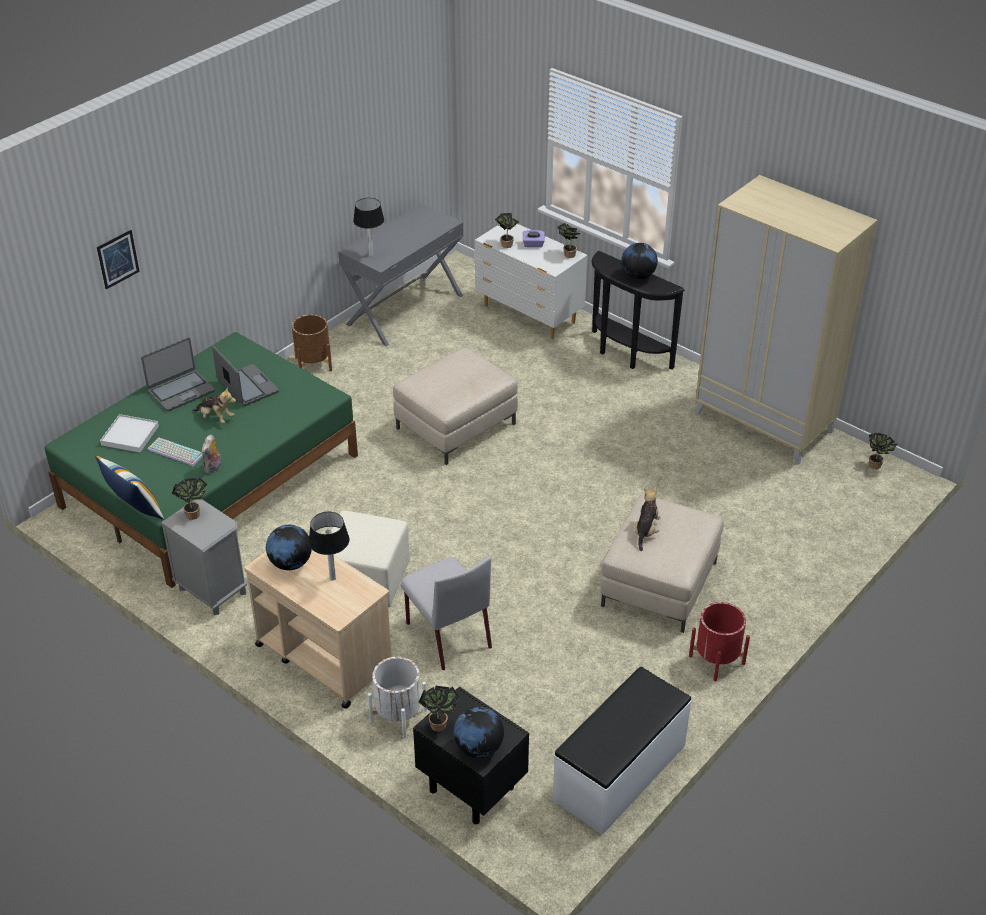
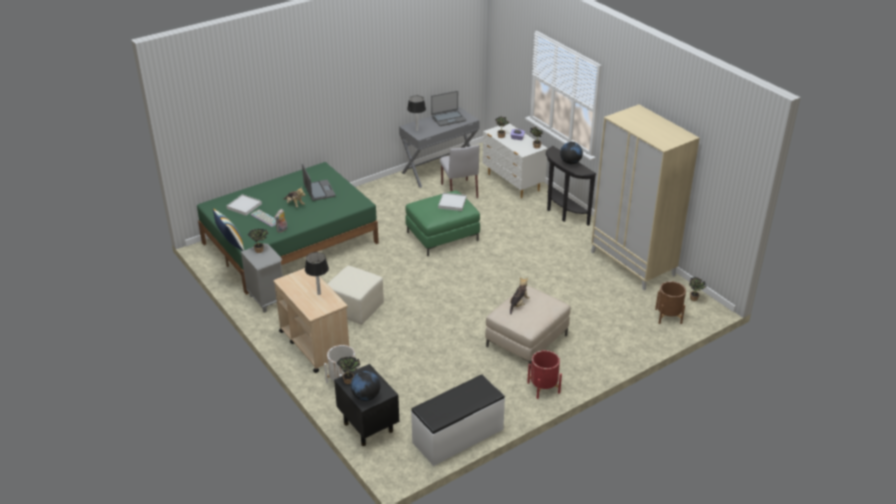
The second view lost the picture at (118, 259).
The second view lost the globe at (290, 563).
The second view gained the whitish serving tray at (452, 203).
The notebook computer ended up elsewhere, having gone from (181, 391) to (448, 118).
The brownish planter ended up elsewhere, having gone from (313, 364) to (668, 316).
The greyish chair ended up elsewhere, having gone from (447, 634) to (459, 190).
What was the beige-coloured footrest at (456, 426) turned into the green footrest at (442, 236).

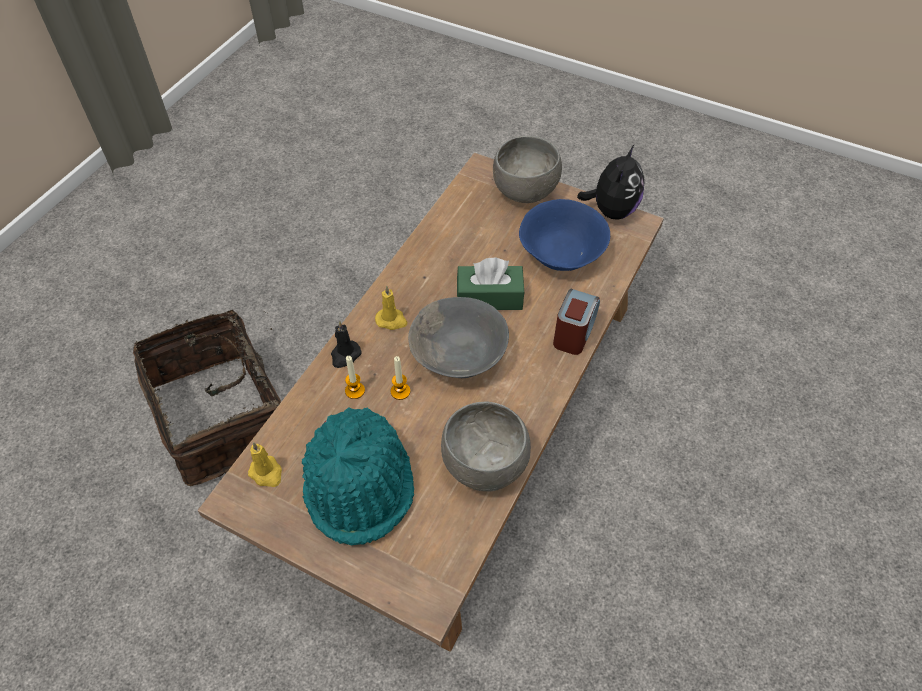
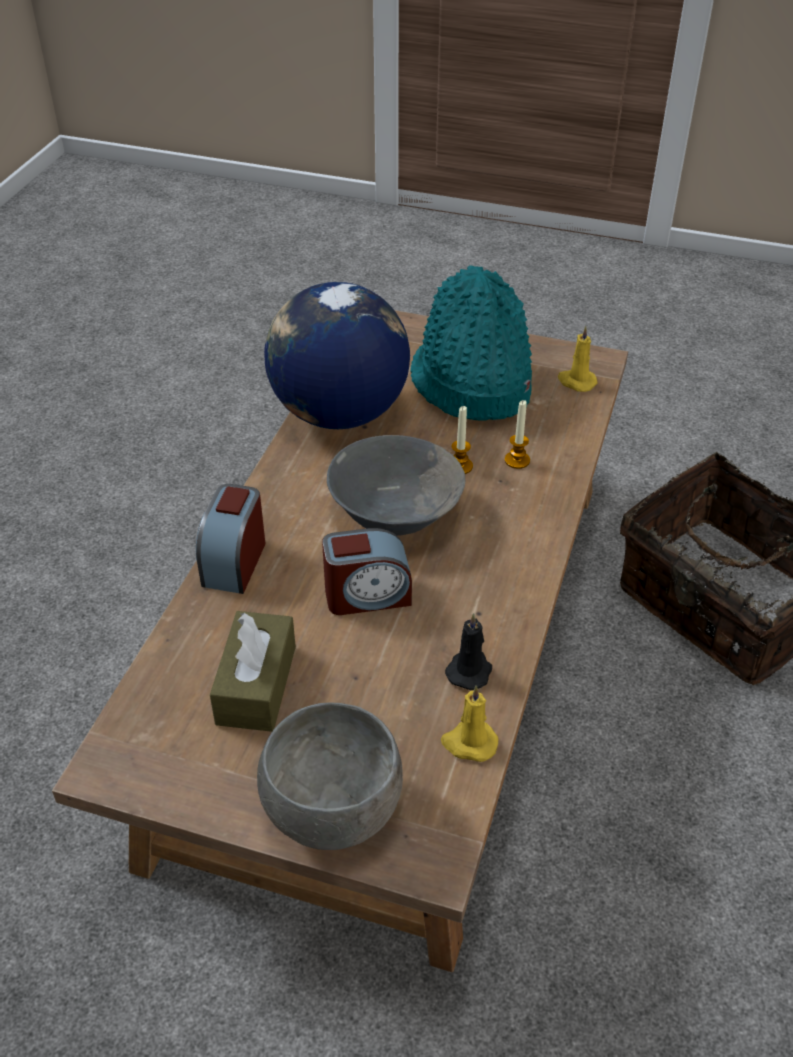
The second view lost the cuddly toy at (611, 210).
The black wax light ended up elsewhere, having gone from (345, 355) to (470, 670).
The yellow-coloured wax light ended up elsewhere, having gone from (391, 320) to (469, 743).
Where the greyish serving bowl stood at (485, 464), the globe came to stand at (338, 414).
Where the green tissue holder stood at (489, 297), the alarm clock came to stand at (367, 595).
Where the blue serving bowl stood at (560, 253), the brownish tissue holder came to stand at (256, 685).

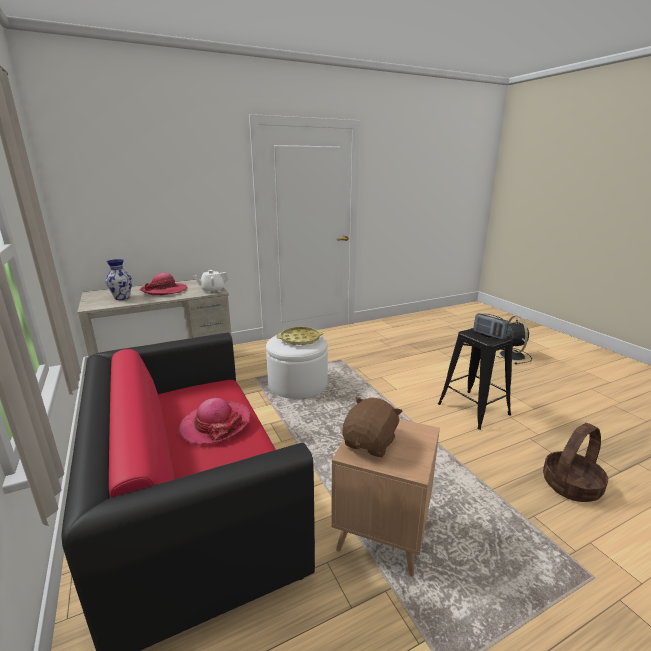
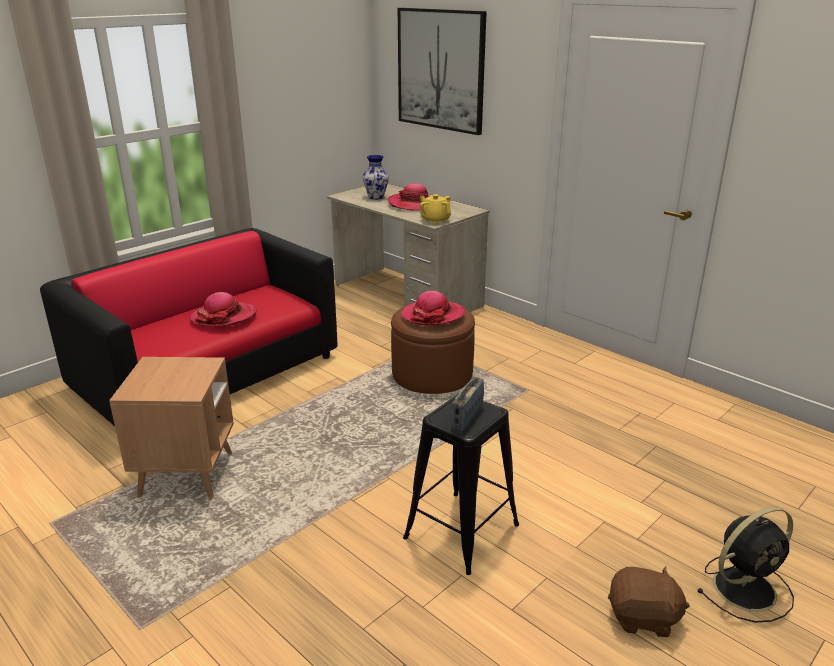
The second view lost the household basket at (571, 486).
The second view gained the picture at (441, 70).
The brownish cuddly toy ended up elsewhere, having gone from (370, 443) to (643, 618).
Where the yellow-coloured serving tray stood at (300, 339), the clothing hat came to stand at (433, 315).
What was the whitish pot for tea at (212, 290) turned into the yellow-coloured pot for tea at (435, 220).
What was the whitish footrest at (298, 384) turned into the brownish footrest at (432, 374).

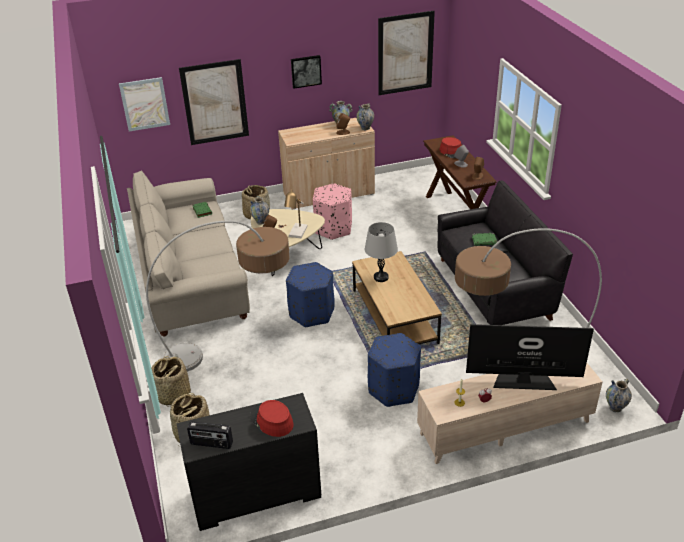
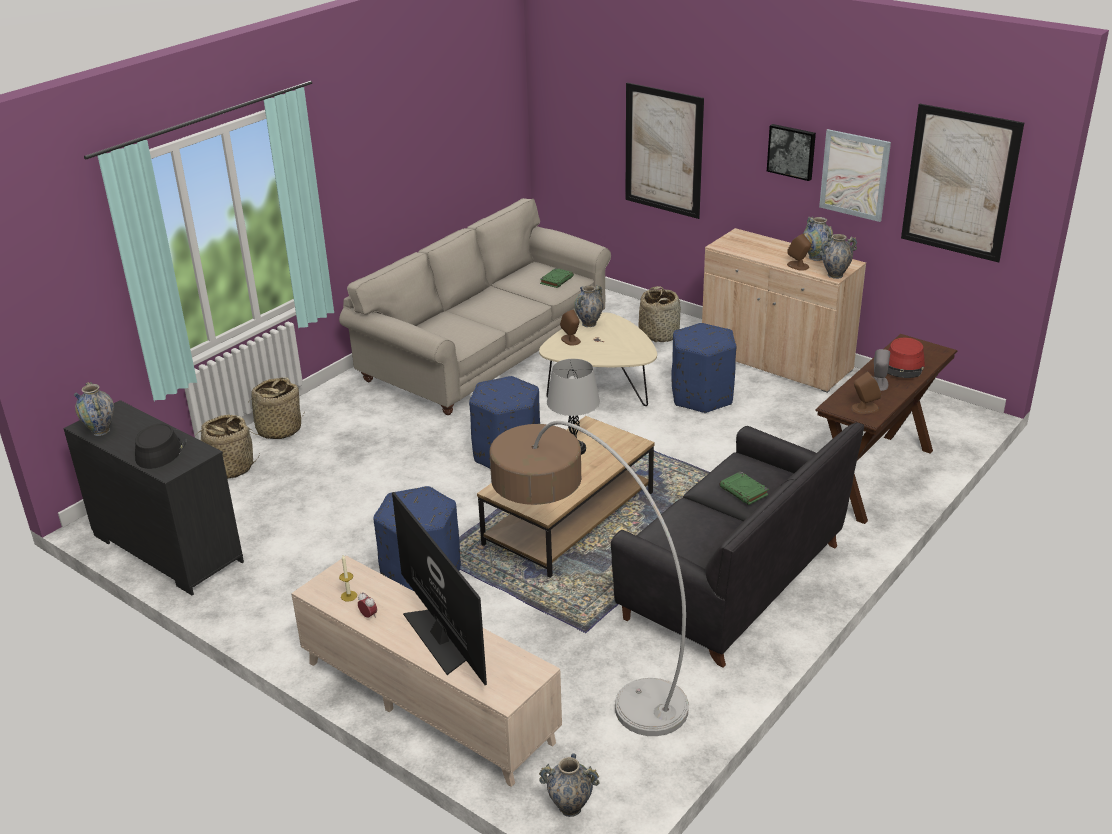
The second view lost the standing lamp at (236, 347).
The second view lost the table lamp at (297, 233).
The picture ended up elsewhere, having gone from (145, 104) to (854, 175).
Where the radio receiver stood at (211, 444), the vase came to stand at (100, 431).
What was the red clothing hat at (271, 420) turned into the black clothing hat at (160, 450).
What was the pink footrest at (333, 228) turned into the blue footrest at (702, 397).

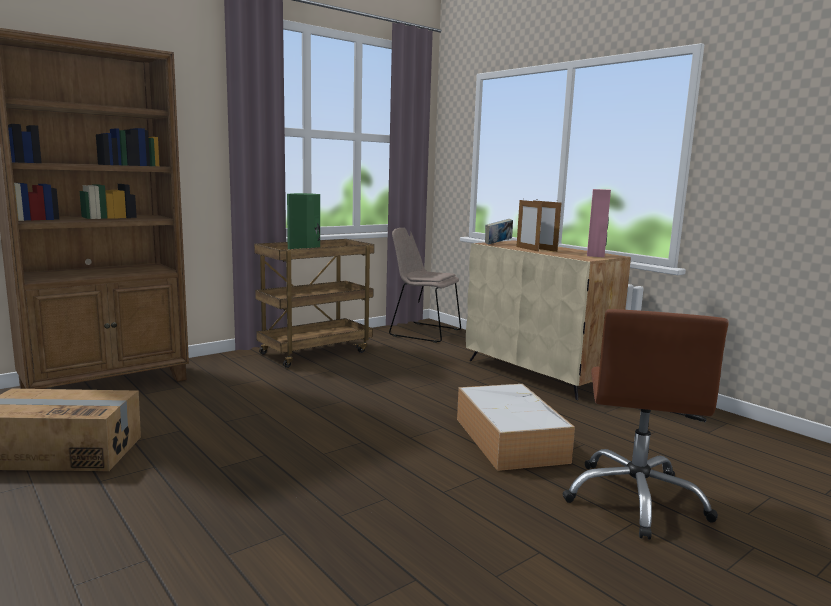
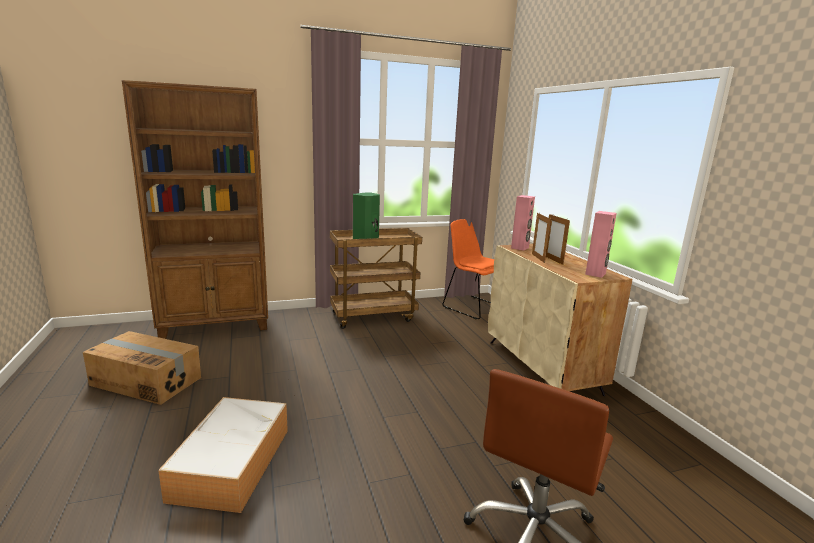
The storage box ended up elsewhere, having gone from (508, 439) to (232, 461).
Where the book stood at (498, 244), the pink audio speaker came to stand at (520, 248).
What was the beige-coloured chair at (423, 332) turned into the orange-coloured chair at (472, 307).

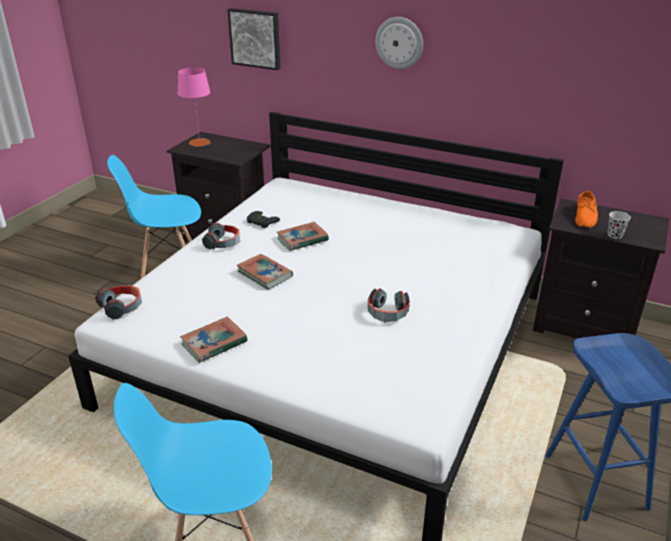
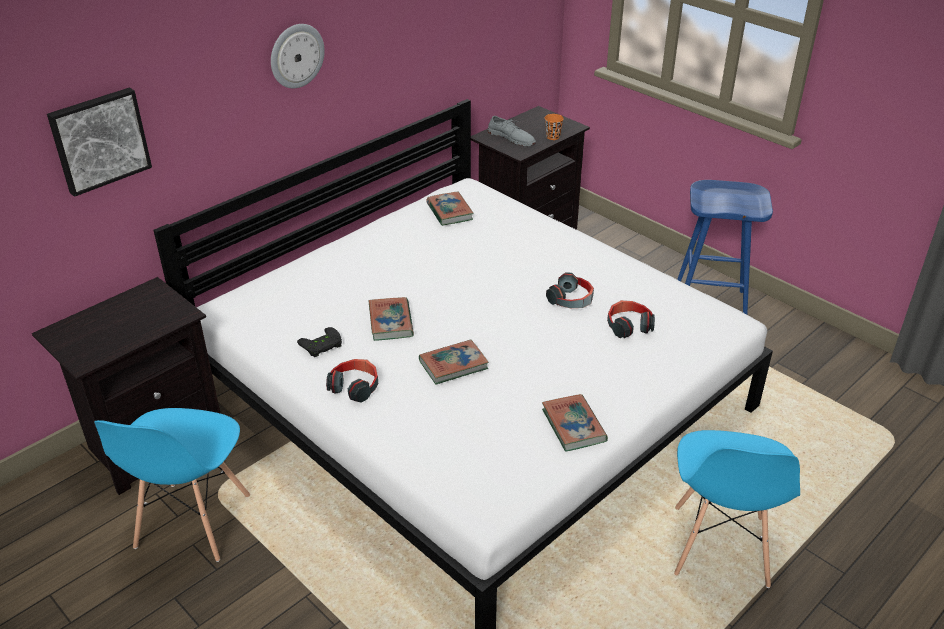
The second view lost the pink table lamp at (199, 142).
The second view gained the book at (449, 212).
The headphones ended up elsewhere, having gone from (122, 307) to (628, 326).
What was the orange-coloured shoe at (585, 216) turned into the greyish shoe at (511, 137).
What was the black drinking cup at (614, 235) turned into the orange-coloured drinking cup at (553, 137).

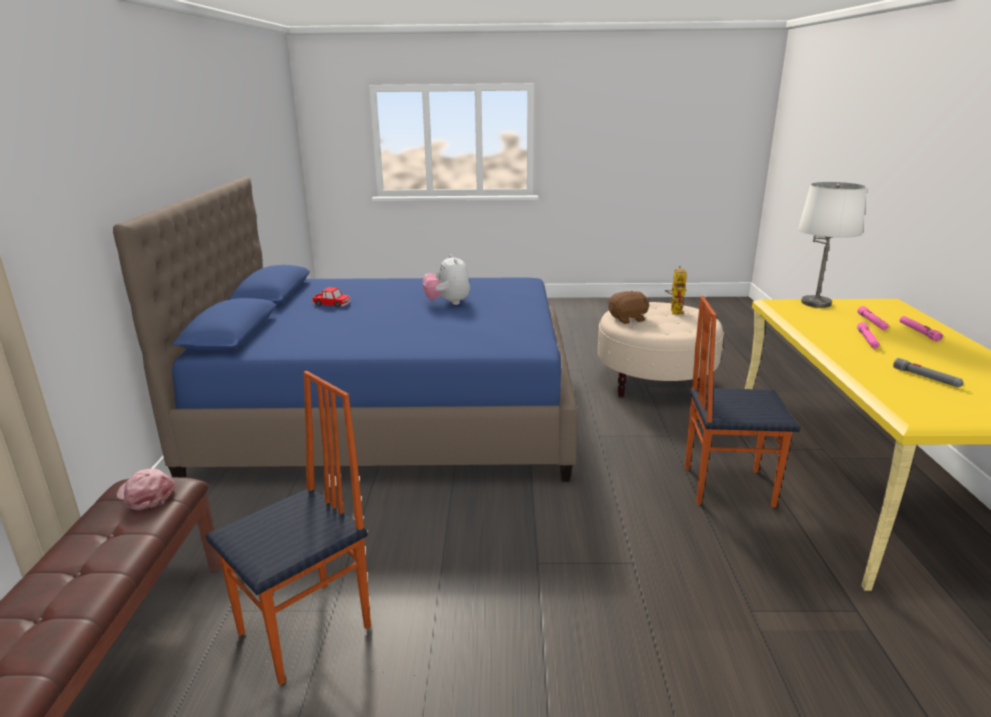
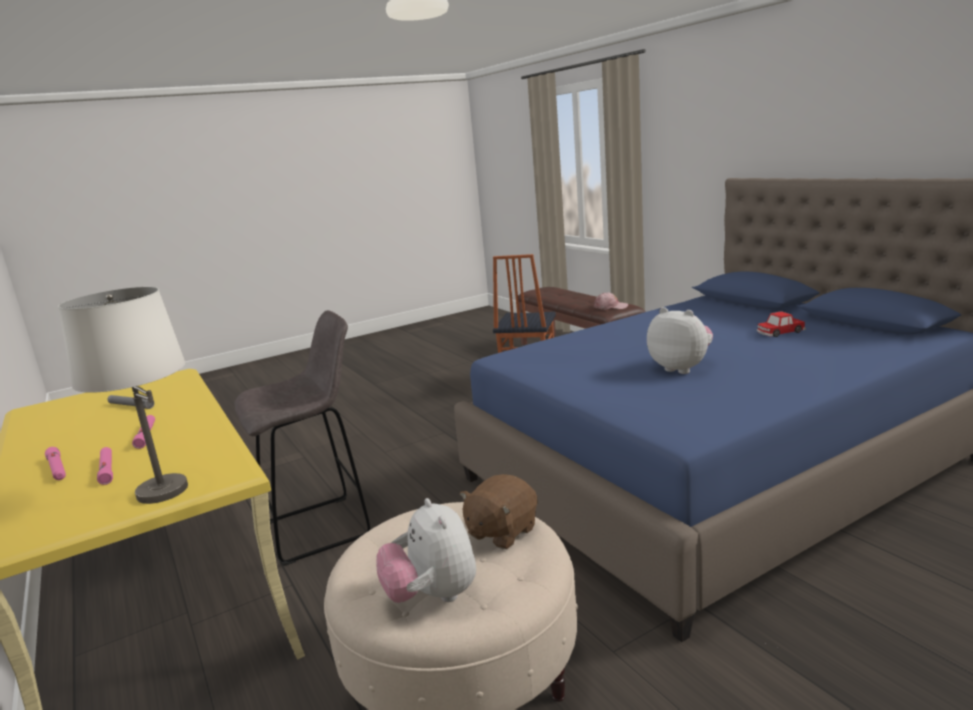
Where the model robot stood at (674, 310), the cuddly toy came to stand at (432, 596).
Where the chair stood at (726, 486), the greyish stool seat came to stand at (321, 528).

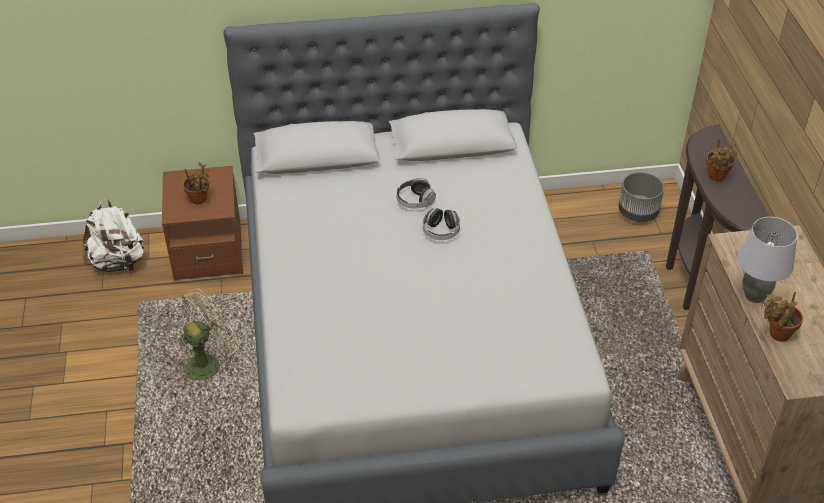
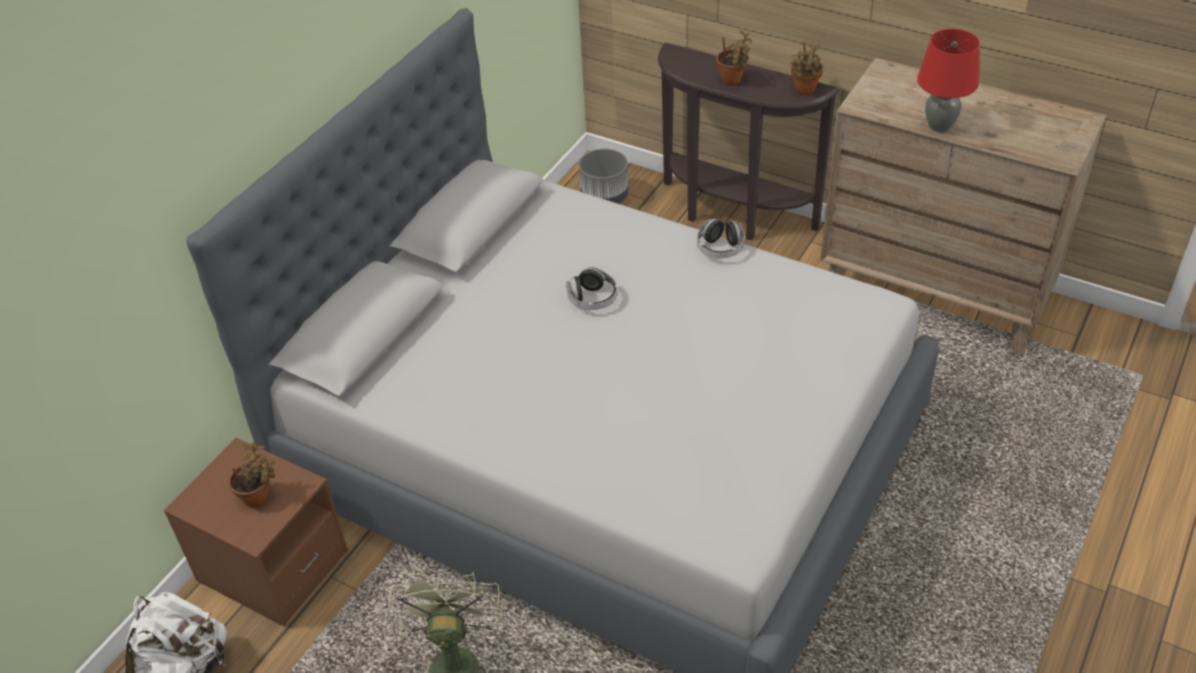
The headphones ended up elsewhere, having gone from (415, 201) to (720, 249).
The plant in a pot ended up elsewhere, having gone from (777, 334) to (804, 90).
What was the greyish table lamp at (754, 296) turned into the red table lamp at (940, 126).

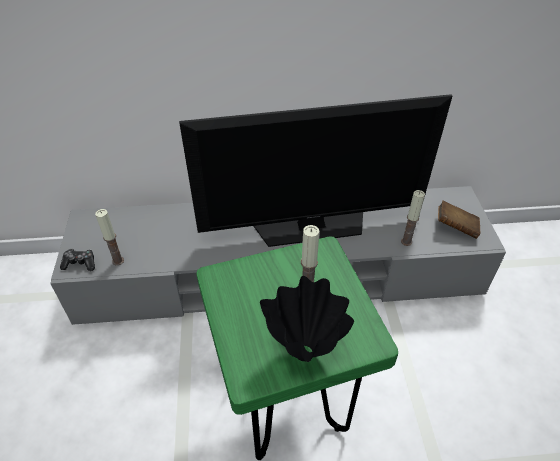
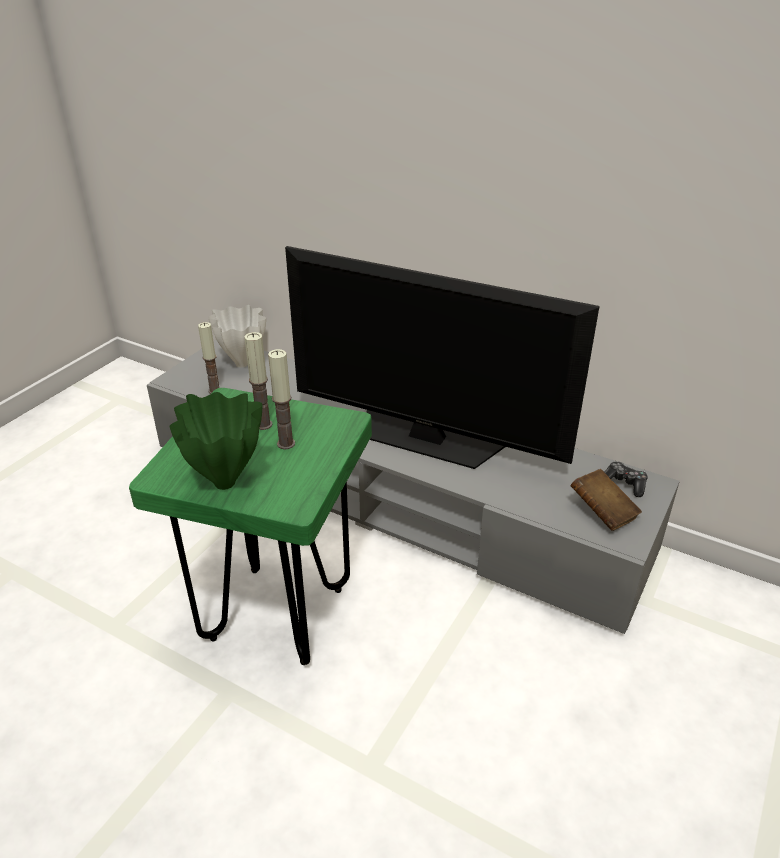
The second view gained the whitish vase at (243, 364).
The game controller ended up elsewhere, having gone from (80, 263) to (624, 483).
The wax light ended up elsewhere, having gone from (406, 241) to (263, 424).
What was the black vase at (305, 353) turned into the green vase at (226, 484).

